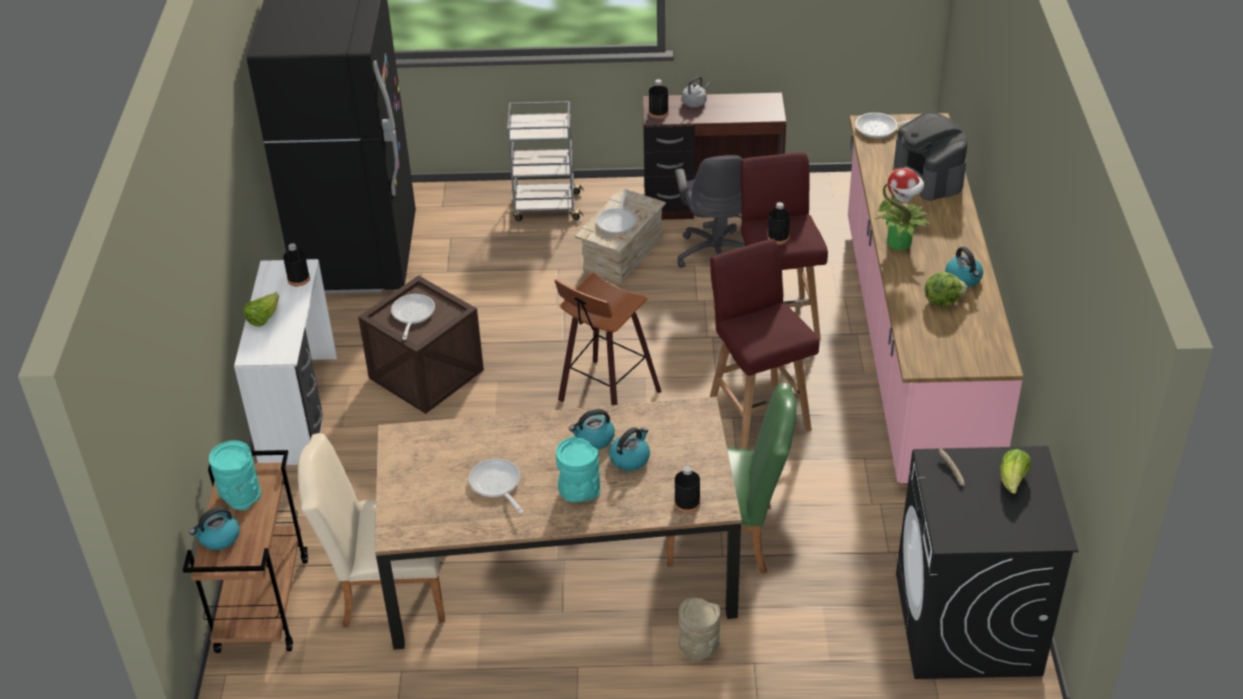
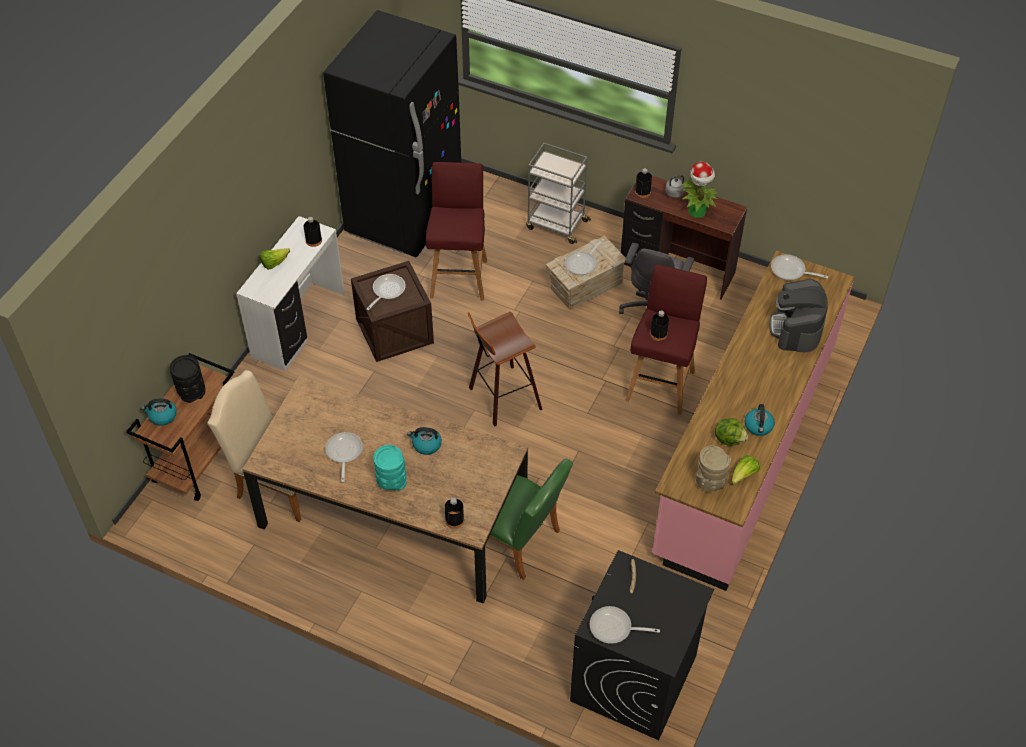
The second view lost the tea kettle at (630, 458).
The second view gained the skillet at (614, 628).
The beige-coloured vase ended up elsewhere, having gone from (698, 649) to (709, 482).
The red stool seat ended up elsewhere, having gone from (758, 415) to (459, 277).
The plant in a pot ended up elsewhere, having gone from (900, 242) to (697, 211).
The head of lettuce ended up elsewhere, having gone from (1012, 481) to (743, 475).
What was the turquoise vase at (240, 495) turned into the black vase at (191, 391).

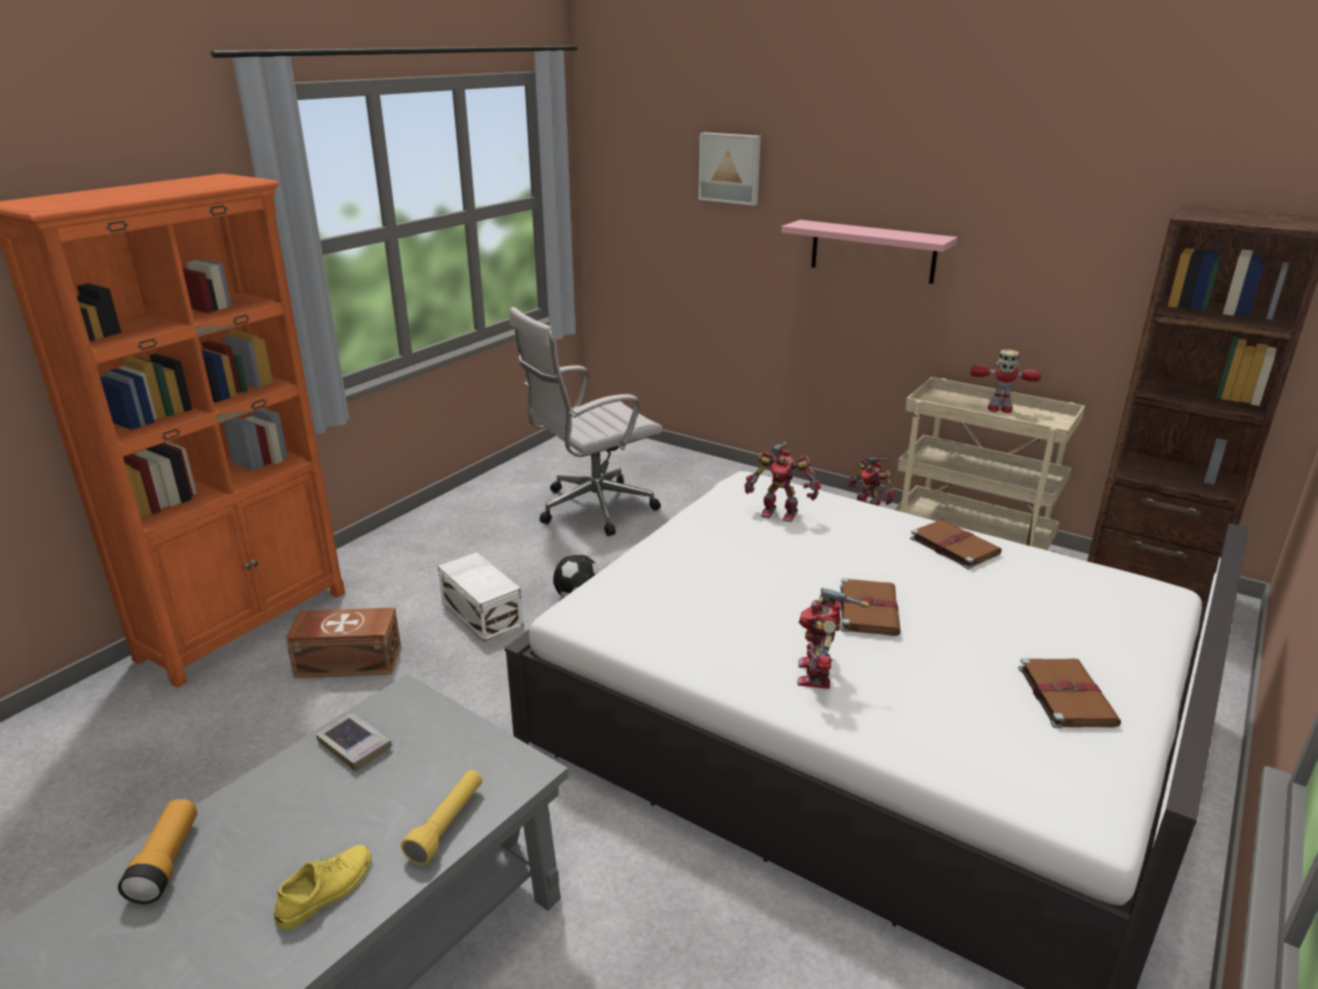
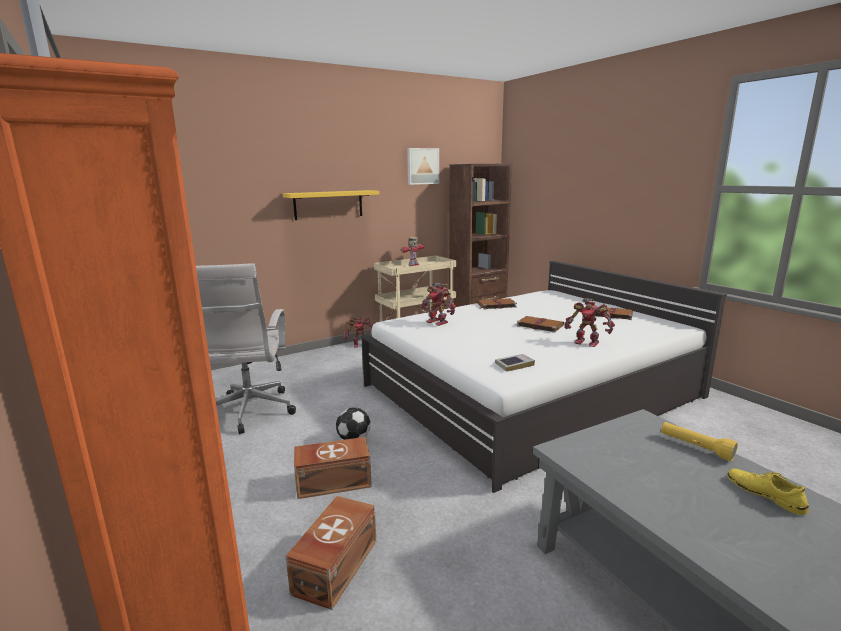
The second view lost the hand torch at (166, 862).
The book ended up elsewhere, having gone from (355, 745) to (514, 365).
The picture ended up elsewhere, having gone from (730, 168) to (422, 166).
What was the whitish storage box at (482, 612) turned into the brownish storage box at (332, 481).
What was the pink shelf at (872, 251) turned into the yellow-coloured shelf at (328, 204).
The model robot at (780, 512) ended up facing another way, 90 degrees clockwise from before.

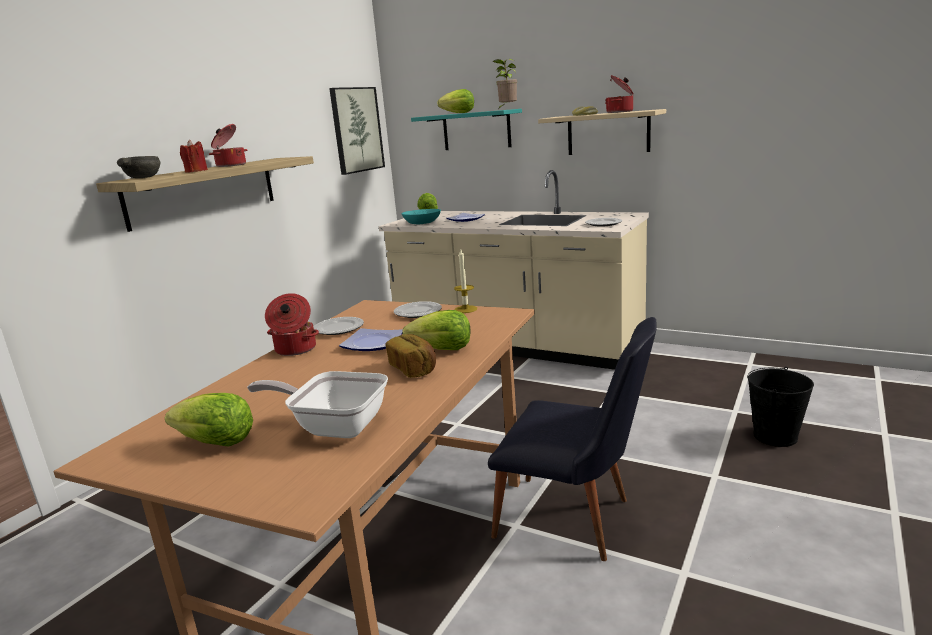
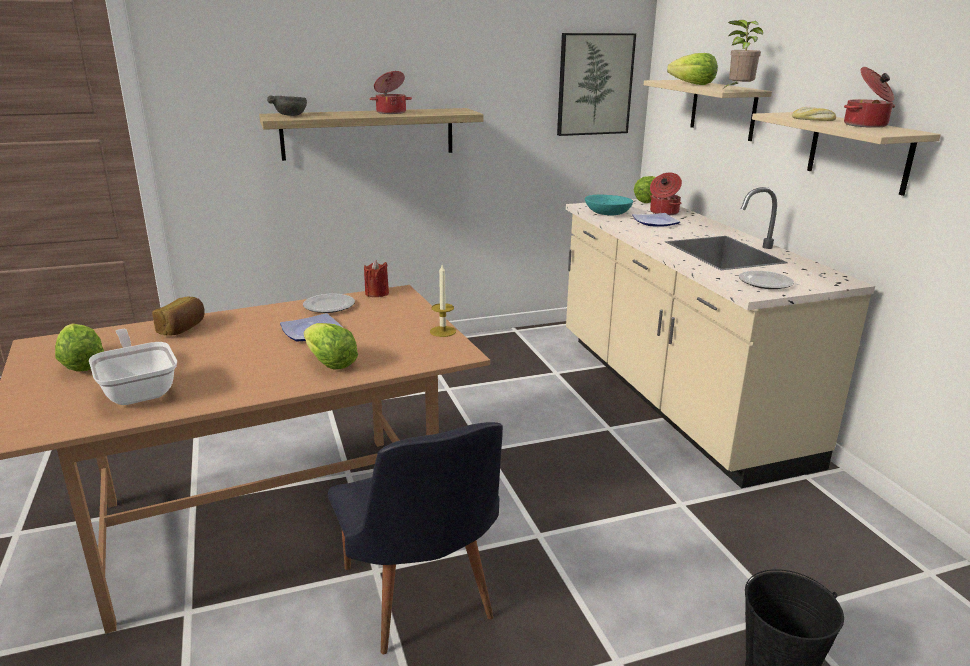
The second view lost the flat dish at (417, 312).
The red wax light ended up elsewhere, having gone from (196, 171) to (377, 293).
The saucepot ended up elsewhere, having gone from (295, 349) to (663, 212).
The bread ended up elsewhere, having gone from (413, 369) to (183, 328).
What was the turquoise shelf at (476, 130) turned into the beige-coloured shelf at (723, 109).

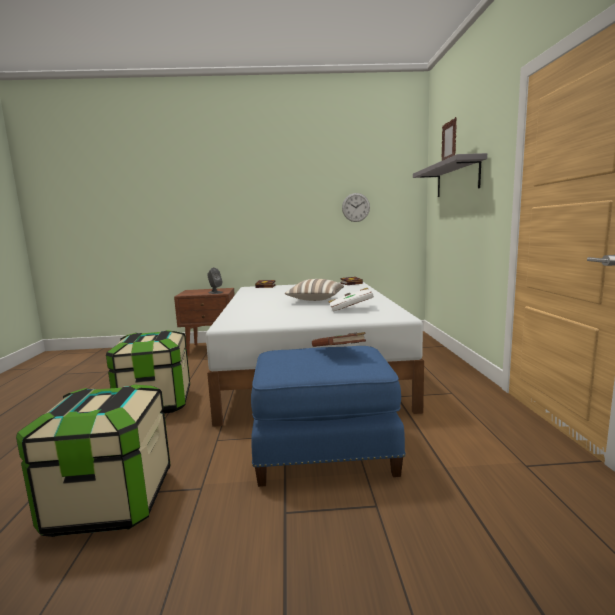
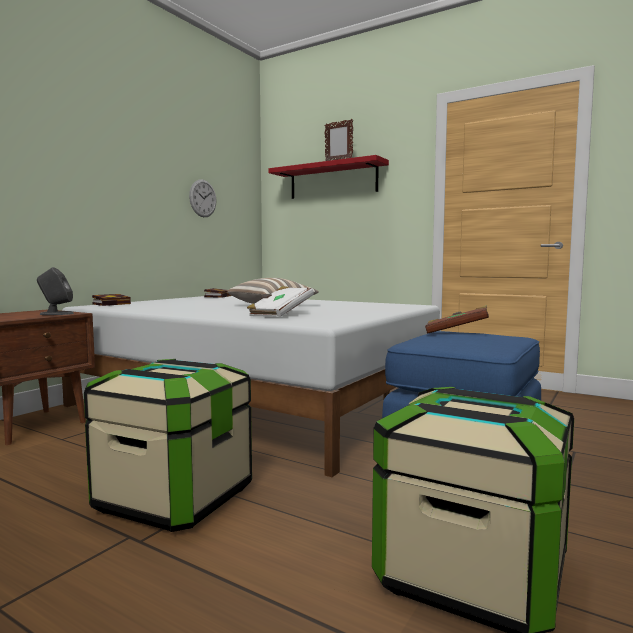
The whitish book ended up elsewhere, having gone from (350, 308) to (280, 314).
What was the greyish shelf at (457, 178) turned into the red shelf at (333, 181).

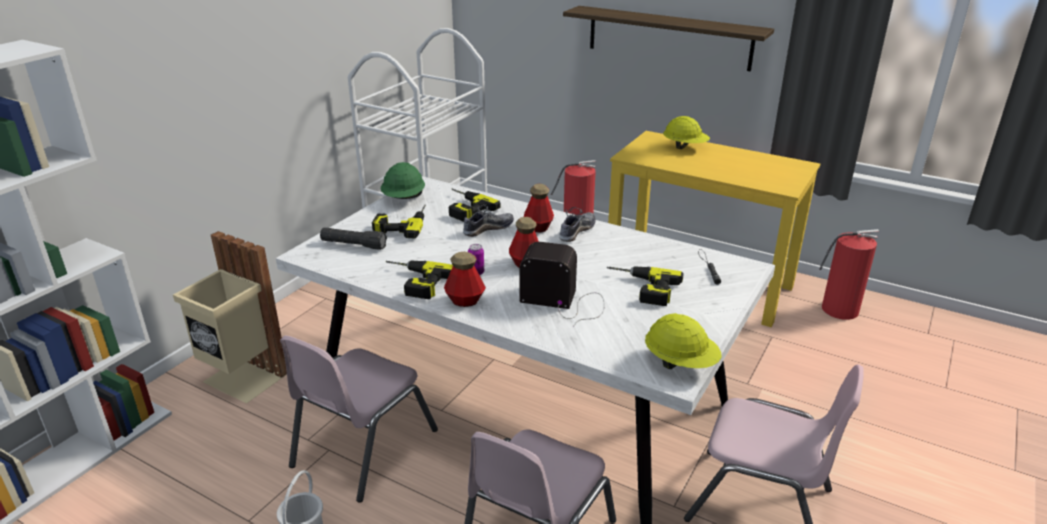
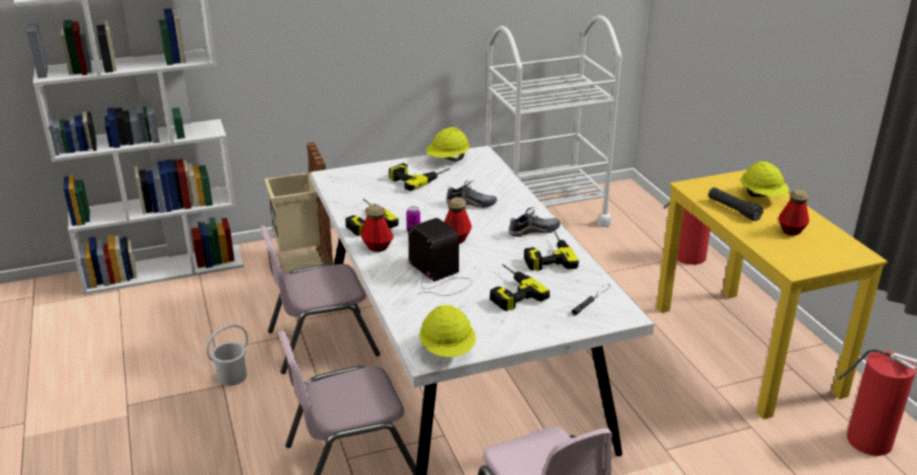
The second view lost the shelf at (668, 37).
The black hand torch ended up elsewhere, having gone from (354, 245) to (733, 210).
The drill ended up elsewhere, having gone from (463, 208) to (546, 255).
The drink bottle ended up elsewhere, having gone from (538, 227) to (791, 230).
What was the green hard hat at (404, 199) turned into the yellow-coloured hard hat at (448, 160).

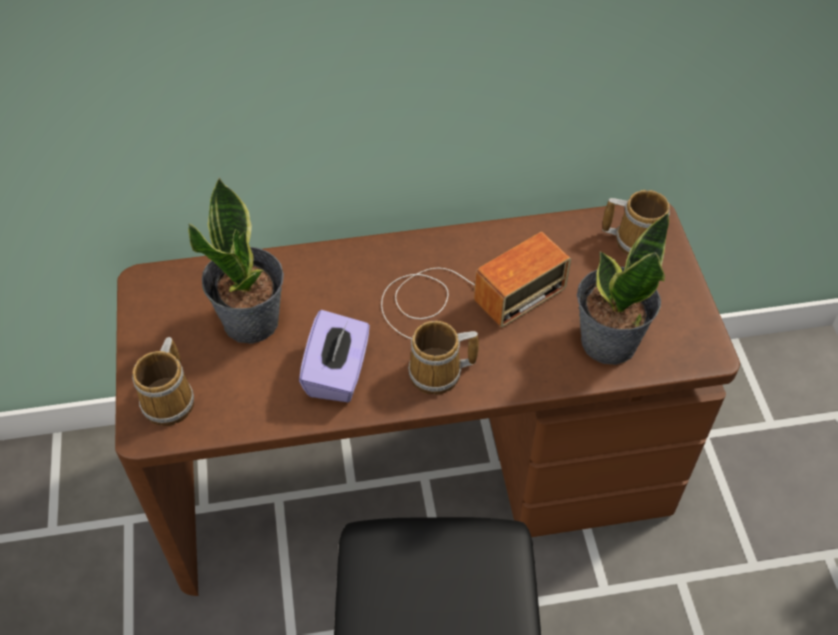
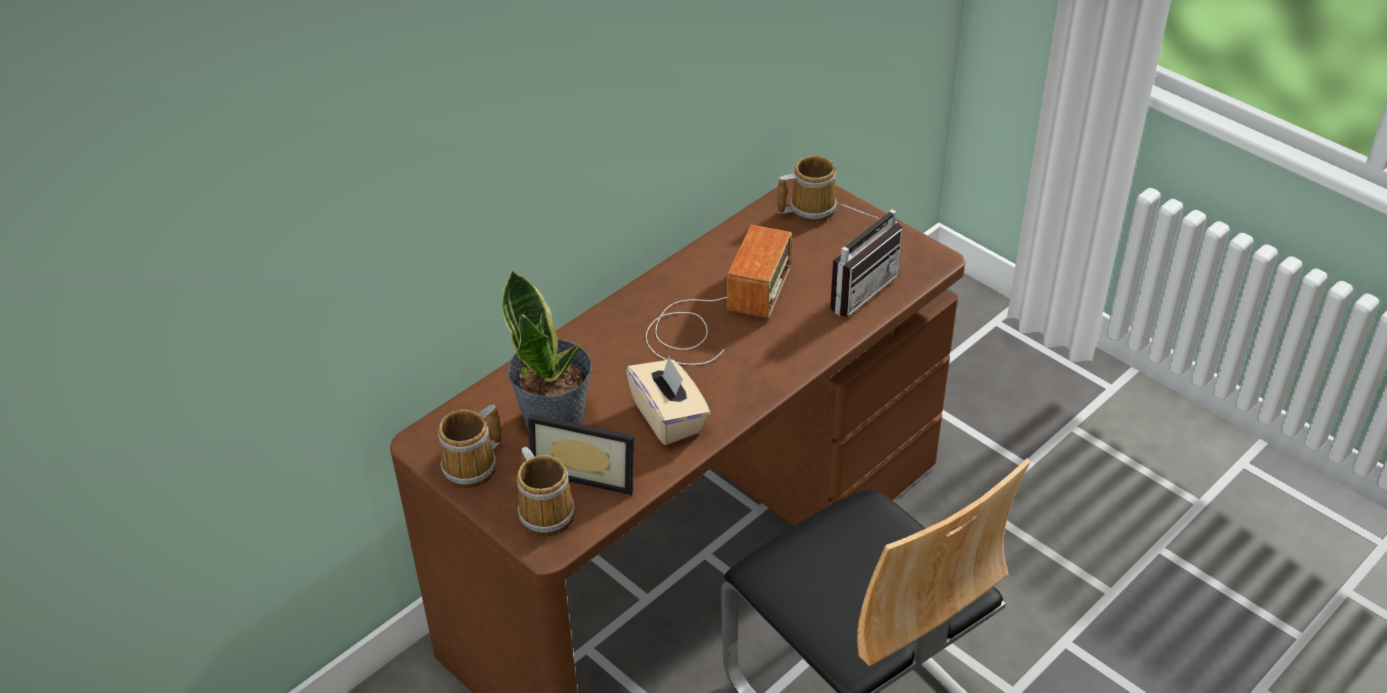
The second view gained the picture frame at (586, 470).
The mug ended up elsewhere, having gone from (439, 374) to (474, 467).
Where the plant in a pot stood at (607, 341), the radio receiver came to stand at (856, 288).
What was the purple tissue holder at (338, 373) turned into the beige-coloured tissue holder at (669, 418).

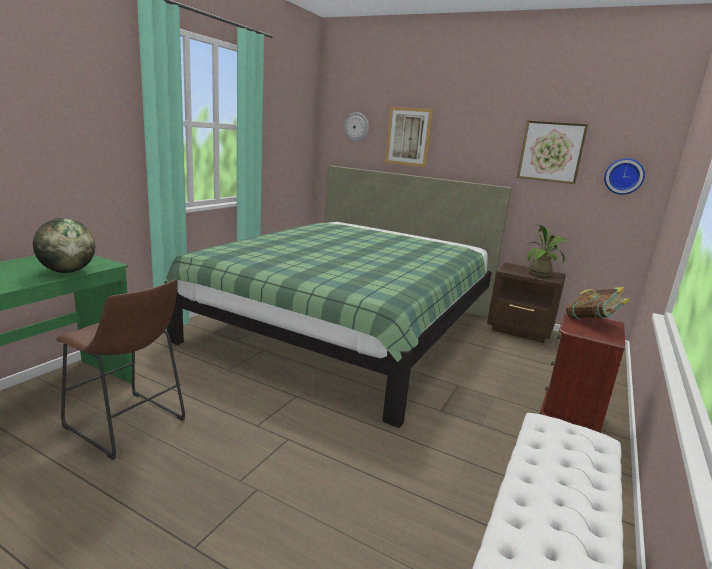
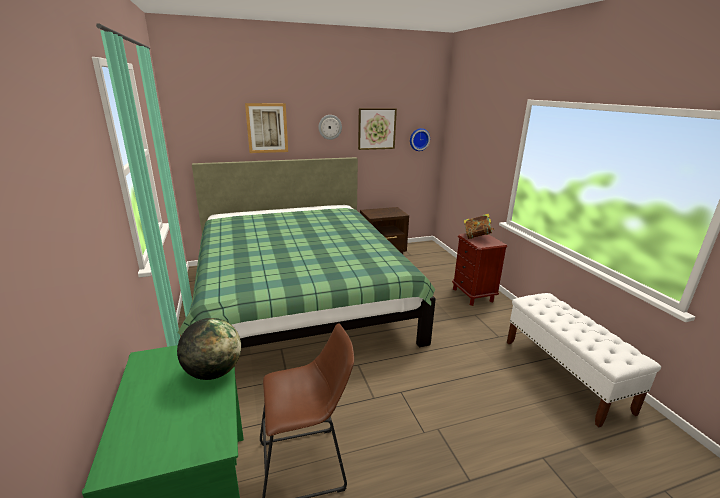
The second view lost the plant in a pot at (542, 274).
The hanging clock ended up elsewhere, having gone from (356, 127) to (330, 127).

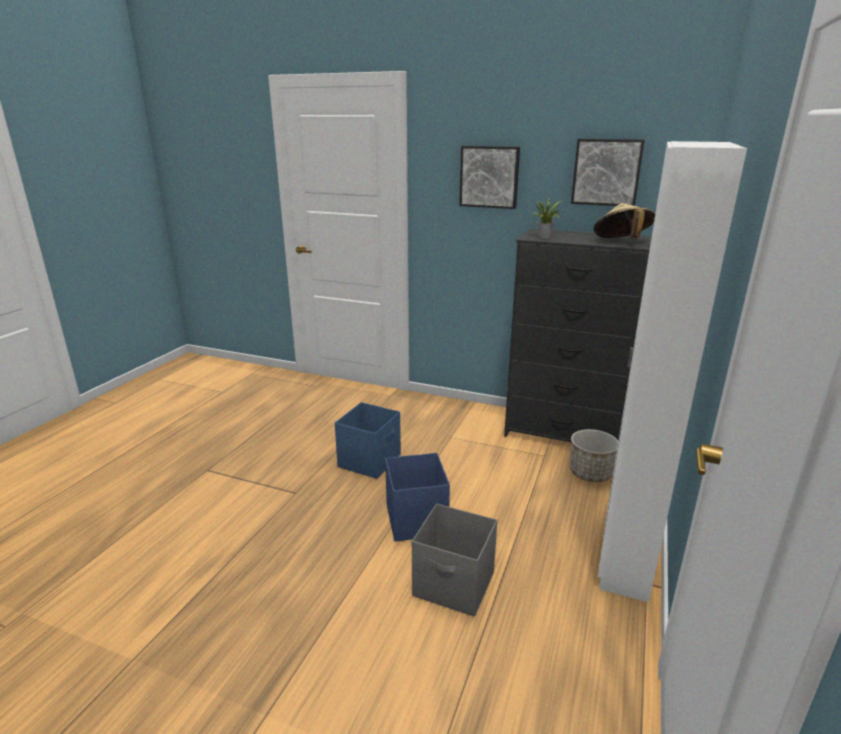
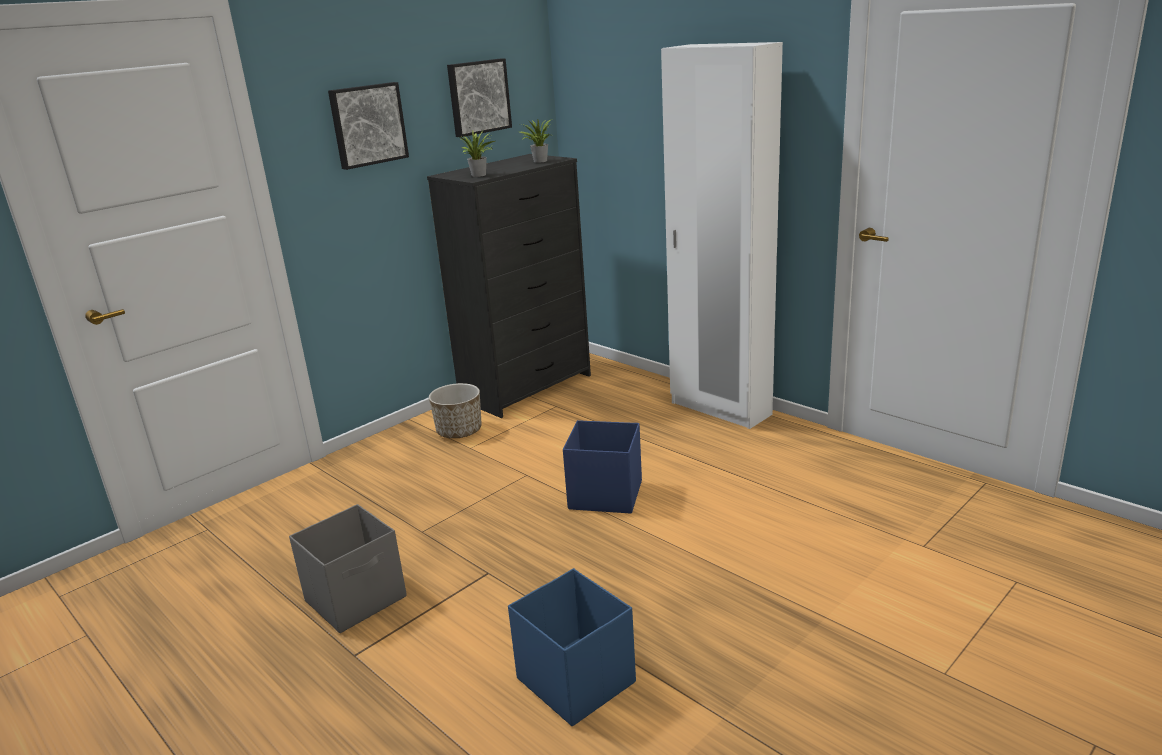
The blue storage box ended up elsewhere, having gone from (370, 460) to (575, 679).
The greyish storage box ended up elsewhere, having gone from (454, 585) to (357, 599).
The planter ended up elsewhere, having gone from (590, 473) to (459, 431).
Where the beige-coloured clothing hat stood at (621, 242), the plant in a pot came to stand at (539, 161).

